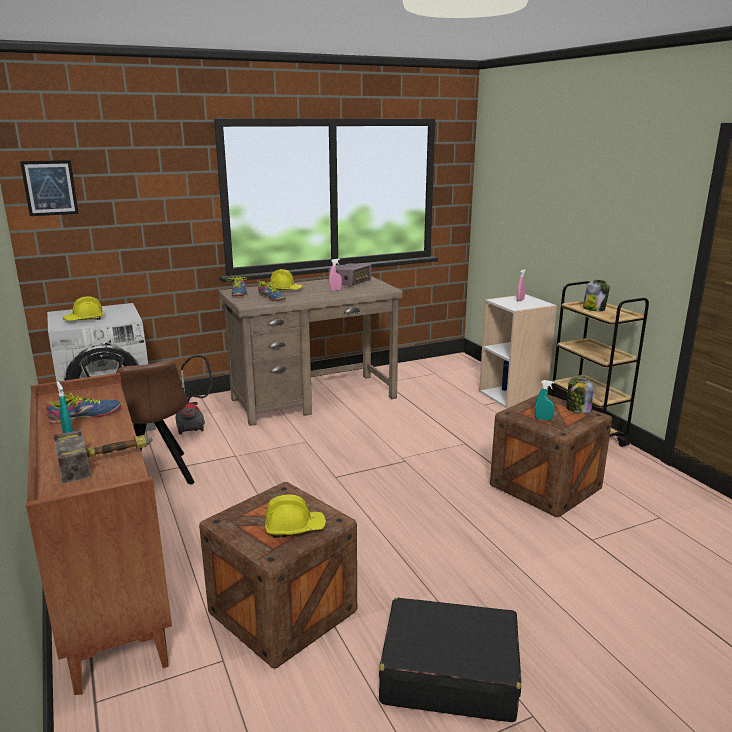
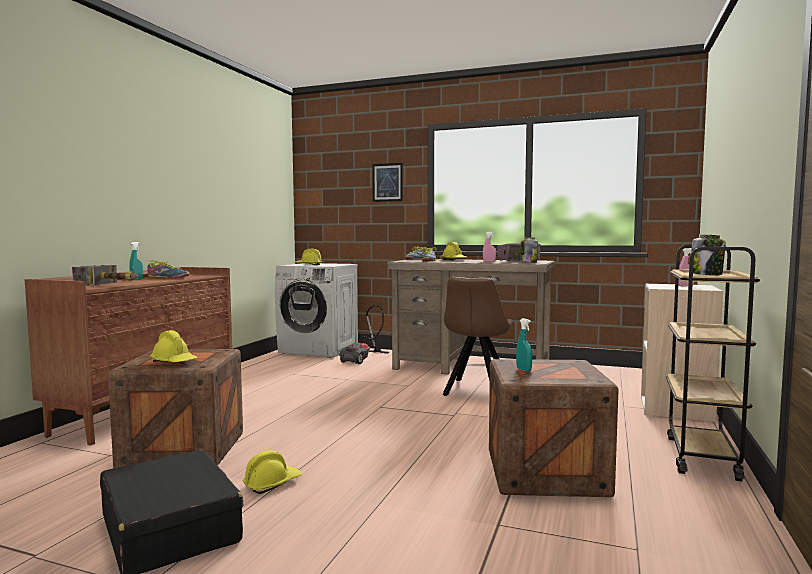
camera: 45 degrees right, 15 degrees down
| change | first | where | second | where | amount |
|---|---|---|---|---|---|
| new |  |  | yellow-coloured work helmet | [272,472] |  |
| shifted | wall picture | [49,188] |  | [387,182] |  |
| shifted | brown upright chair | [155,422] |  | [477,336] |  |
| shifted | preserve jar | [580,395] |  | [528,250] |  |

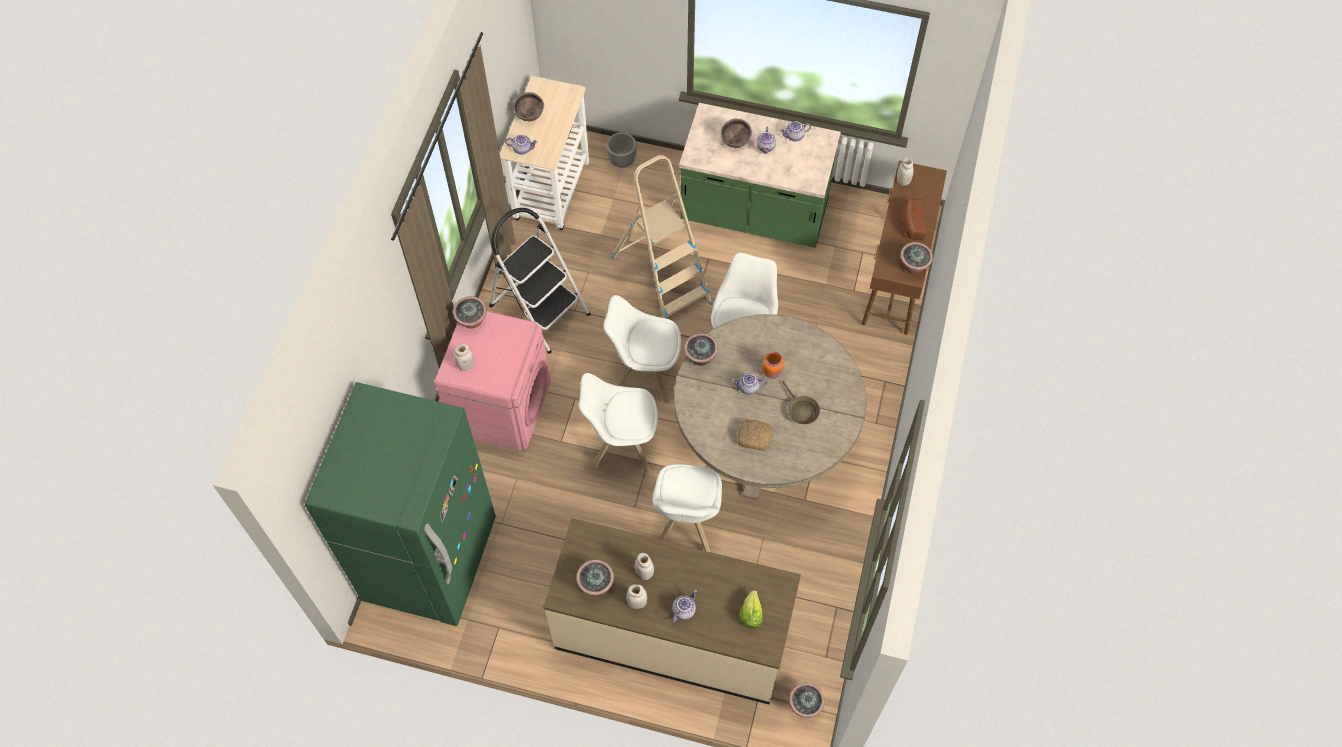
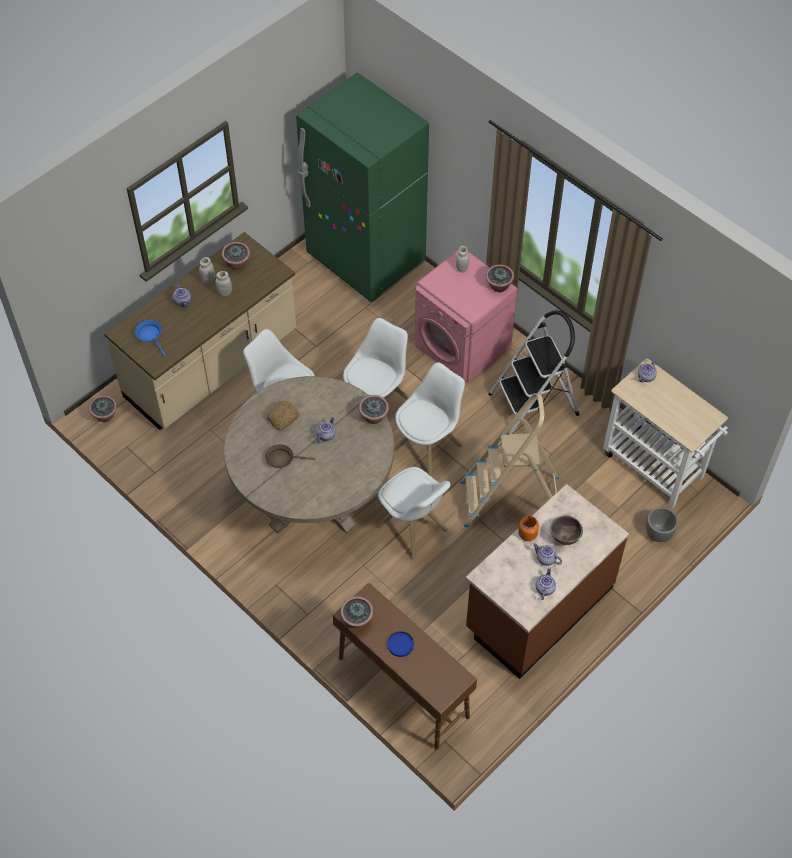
camera: 120 degrees right, 5 degrees down
| change | first | where | second | where | amount |
|---|---|---|---|---|---|
| gone | brown serving bowl | [528,107] |  |  |  |
| gone | whitish preserve jar | [905,171] |  |  |  |
| shifted | orange preserve jar | [773,365] |  | [528,528] |  |
| swapped | head of lettuce | [751,609] | bluish skillet | [150,338] |  |
| swapped | bread | [914,219] | bluish plate | [401,644] |  |
| repainted | green counter | [760,175] | brown counter | [547,581] |  |

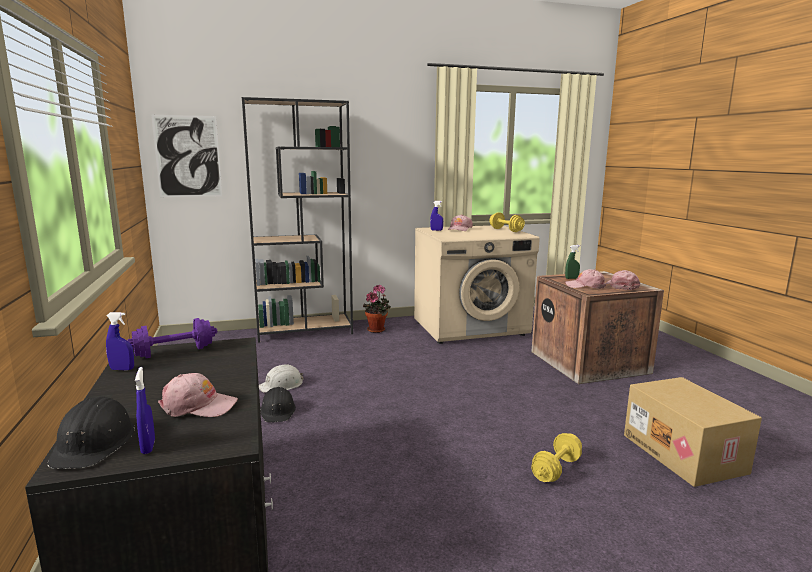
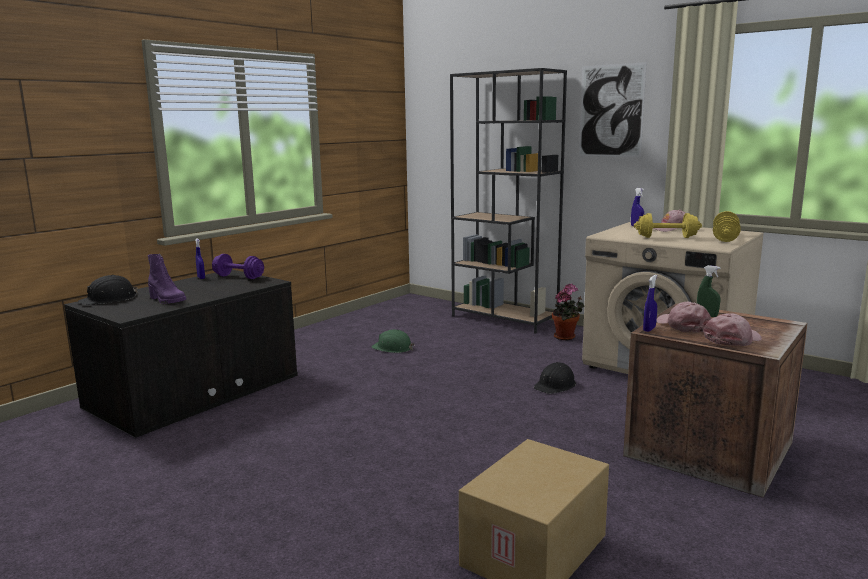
camera: 55 degrees right, 0 degrees up
| change | first | where | second | where | amount |
|---|---|---|---|---|---|
| shifted | bluish sprayer | [145,410] |  | [650,303] |  |
| shifted | wall picture | [186,156] |  | [613,109] |  |
| shifted | black-coloured work helmet | [278,404] |  | [555,378] |  |
| shifted | yellow-coloured free weight | [556,457] |  | [668,225] |  |
| swapped | pink baseball cap | [198,395] | purplish high-top boot | [167,279] |  |
| repainted | whitish work helmet | [281,378] | green work helmet | [393,341] |  |

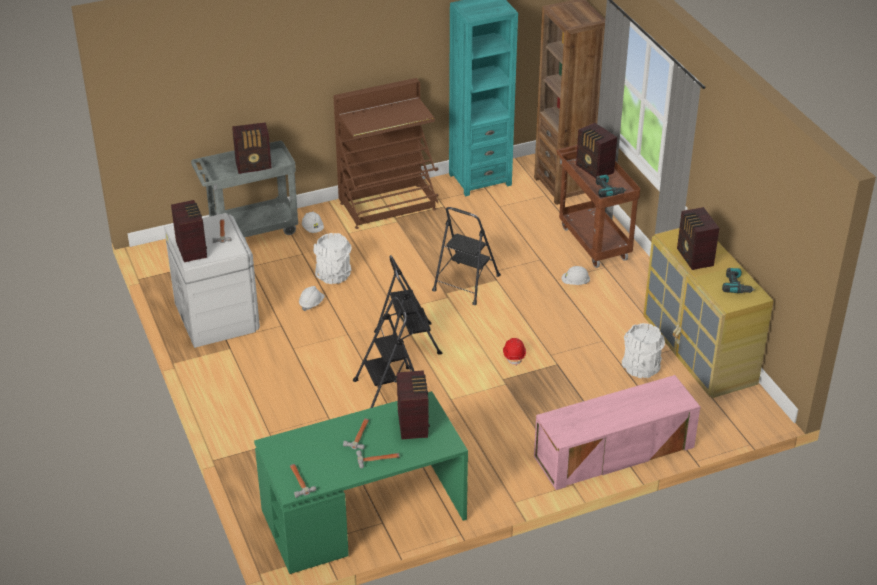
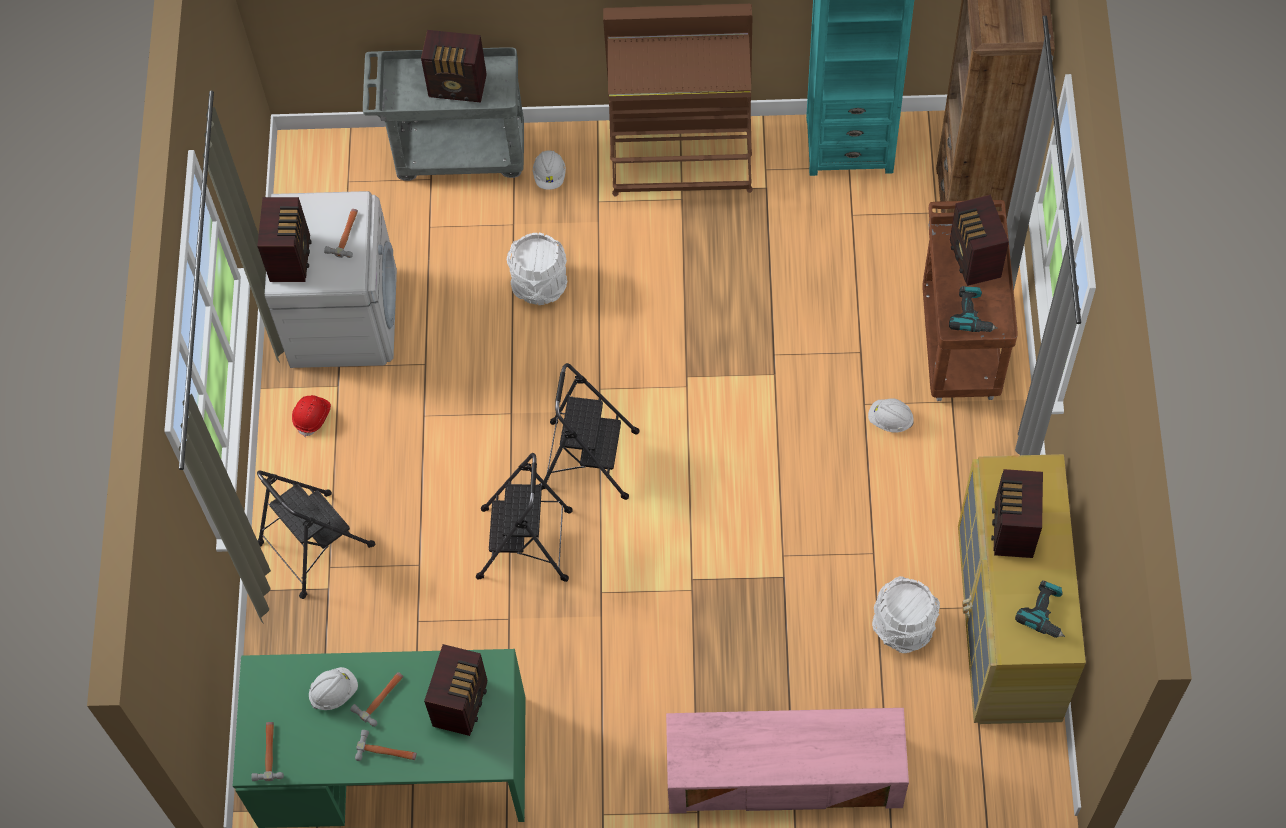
camera: 25 degrees right, 25 degrees up
| change | first | where | second | where | amount |
|---|---|---|---|---|---|
| shifted | whitish work helmet | [312,298] |  | [333,688] |  |
| shifted | black-coloured step stool | [466,256] |  | [316,534] |  |
| shifted | red work helmet | [514,352] |  | [311,416] |  |

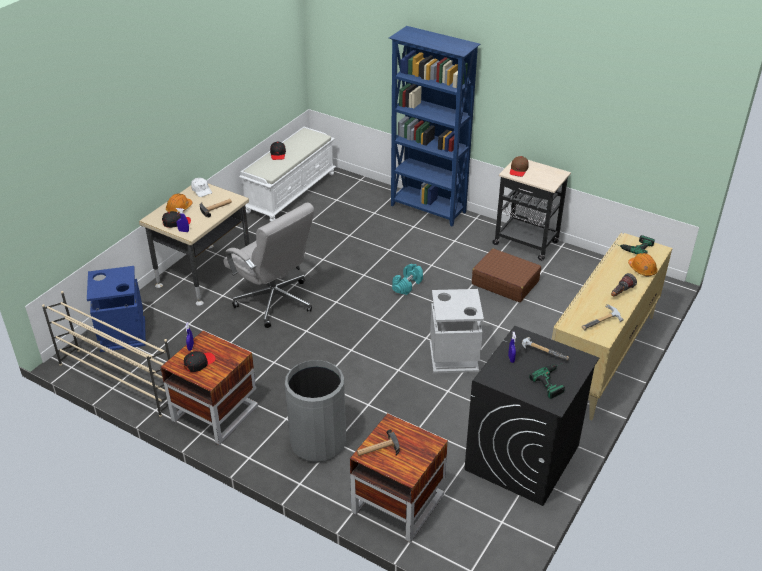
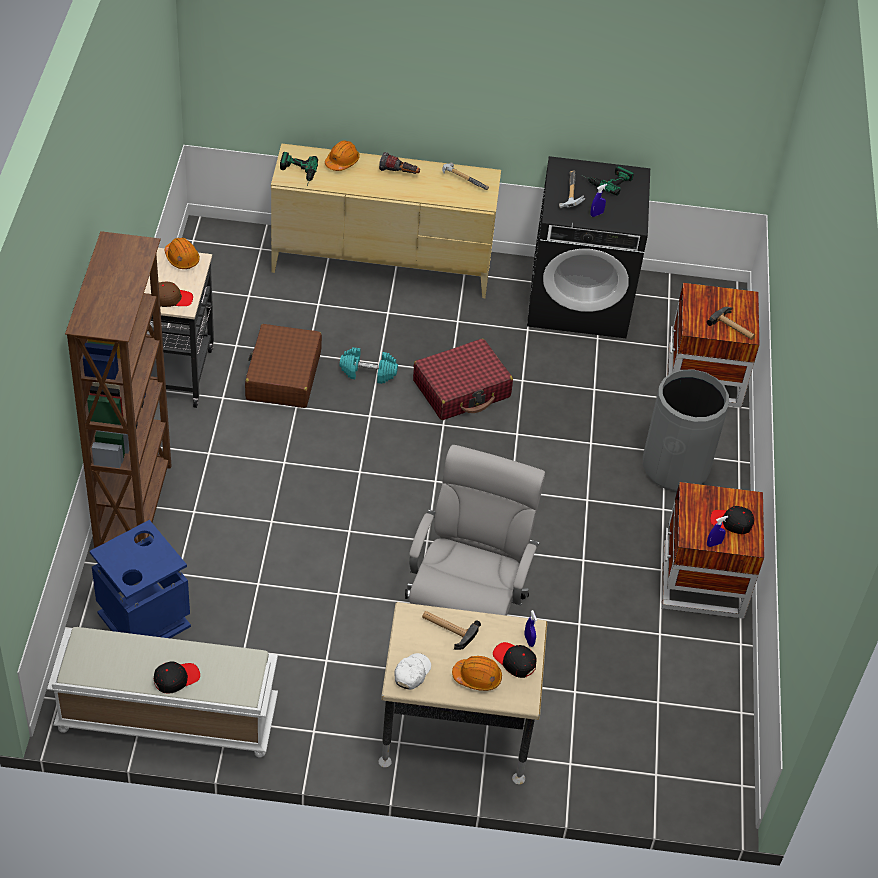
camera: 120 degrees left, 10 degrees up
| change | first | where | second | where | amount |
|---|---|---|---|---|---|
| gone | sand-coloured shoe shelf | [106,354] |  |  |  |
| new |  |  | orange work helmet | [182,253] |  |
| shifted | bluish rubbish bin | [116,309] |  | [140,579] |  |
| shifted | blue-green free weight | [407,279] |  | [369,365] |  |
| swapped | gray rubbish bin | [457,331] | red suitcase | [463,379] |  |
| repainted | bluish bookshelf | [434,126] | brown bookshelf | [118,389] |  |

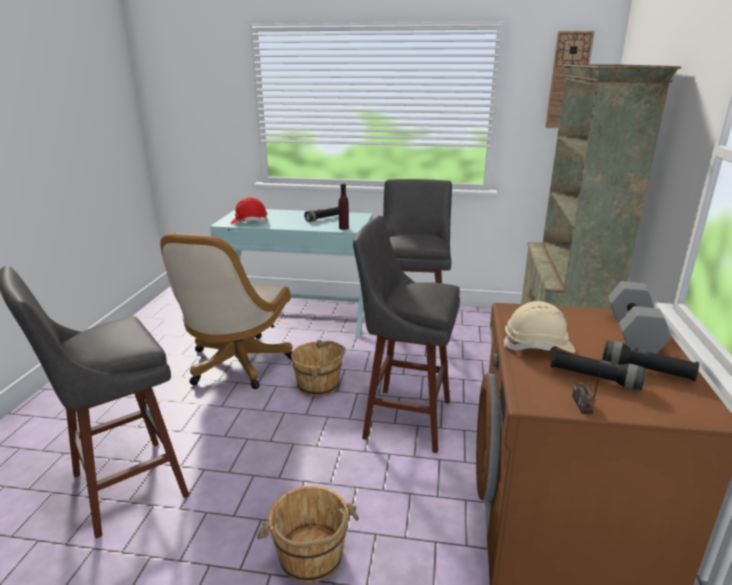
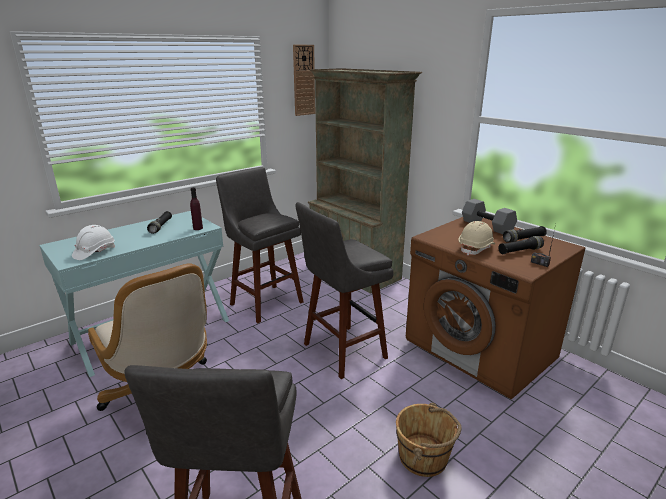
camera: 50 degrees left, 0 degrees up
| change | first | where | second | where | amount |
|---|---|---|---|---|---|
| gone | brown water bucket | [318,368] |  |  |  |
| repainted | red work helmet | [249,210] | whitish work helmet | [93,242] |  |

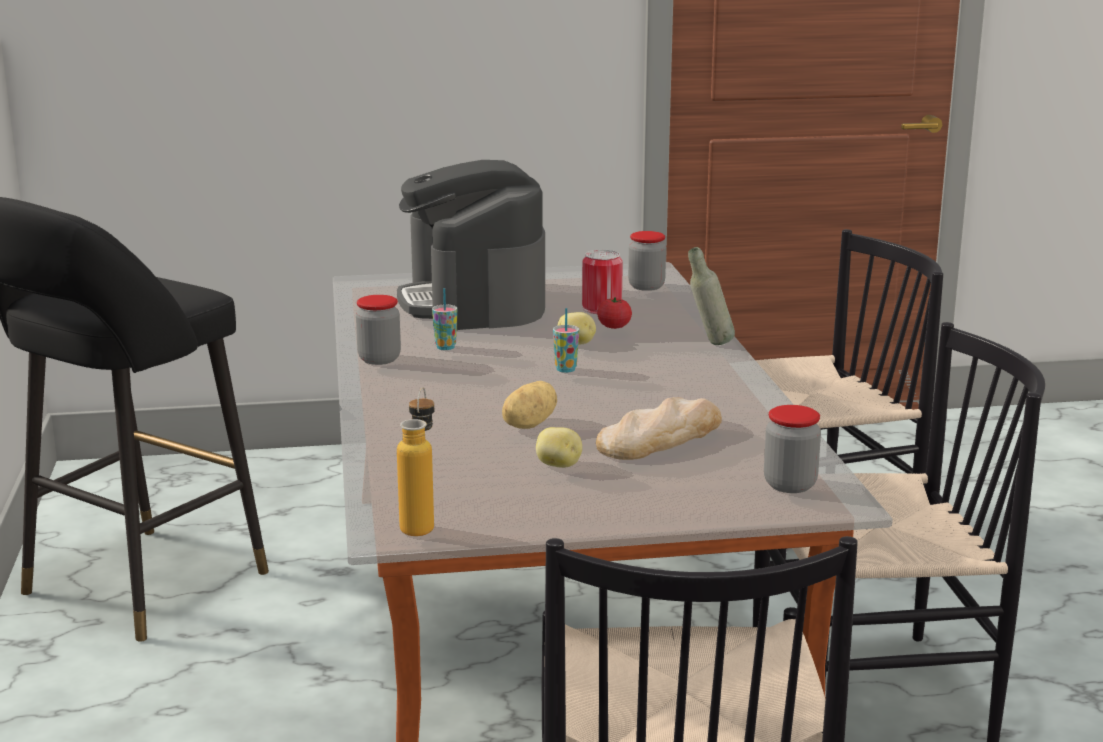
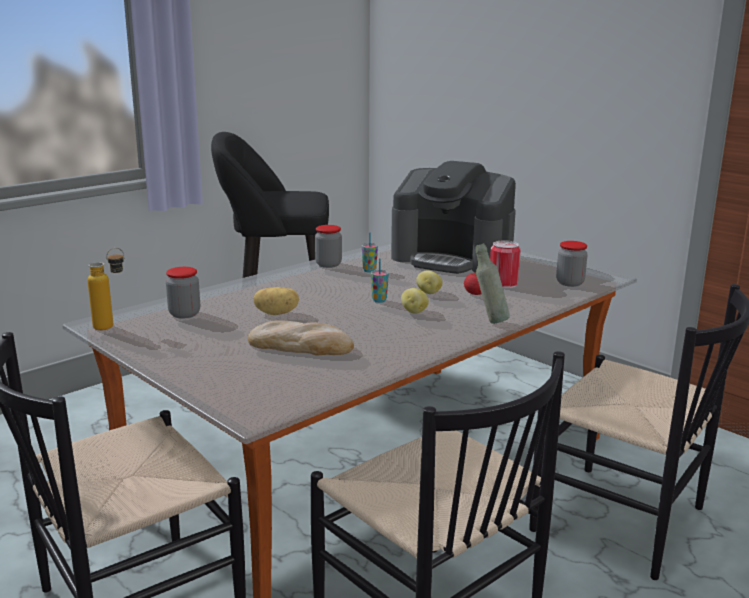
camera: 55 degrees right, 0 degrees up
| change | first | where | second | where | amount |
|---|---|---|---|---|---|
| shifted | spud | [559,447] |  | [415,301] |  |
| shifted | preserve jar | [792,449] |  | [183,292] |  |
| rotated | coffee machine | [471,245] |  | [453,217] | 105 degrees counterclockwise |

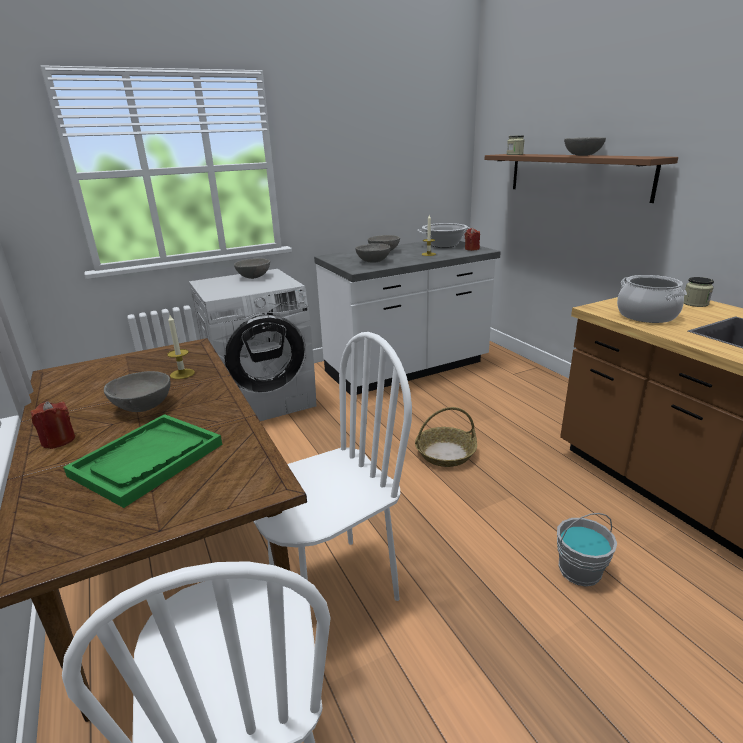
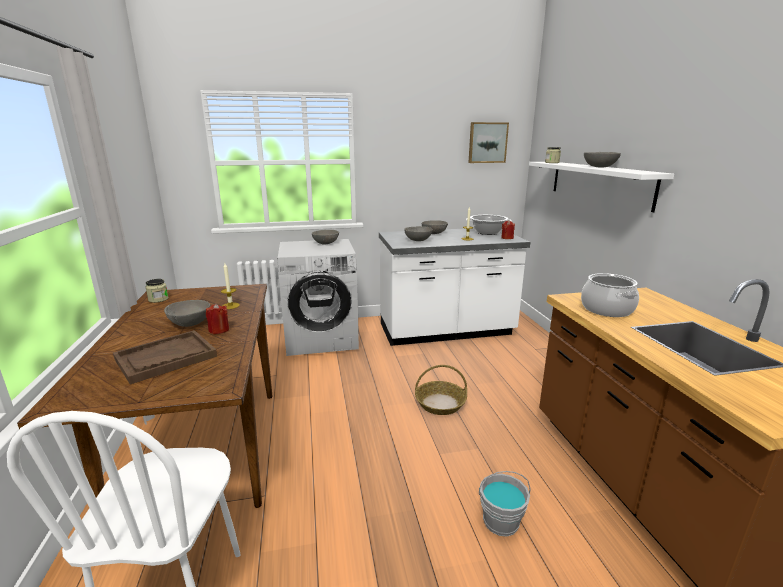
camera: 15 degrees right, 5 degrees down
| change | first | where | second | where | amount |
|---|---|---|---|---|---|
| gone | whitish upright chair | [332,471] |  |  |  |
| new |  |  | wall picture | [488,142] |  |
| shifted | red wax candle | [53,425] |  | [217,318] |  |
| shifted | preserve jar | [699,292] |  | [157,291] |  |
| repainted | green serving tray | [142,461] | brown serving tray | [165,357] |  |
| repainted | brown bracket shelf | [581,178] | whitish bracket shelf | [601,187] |  |

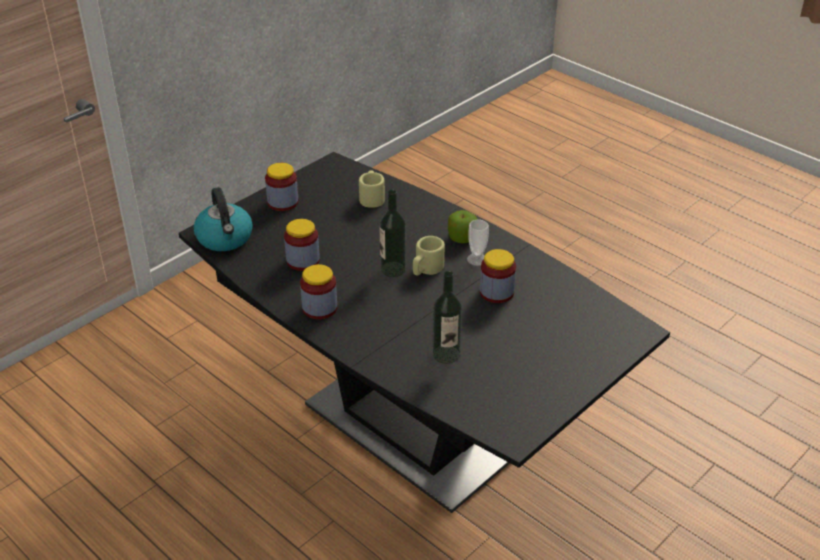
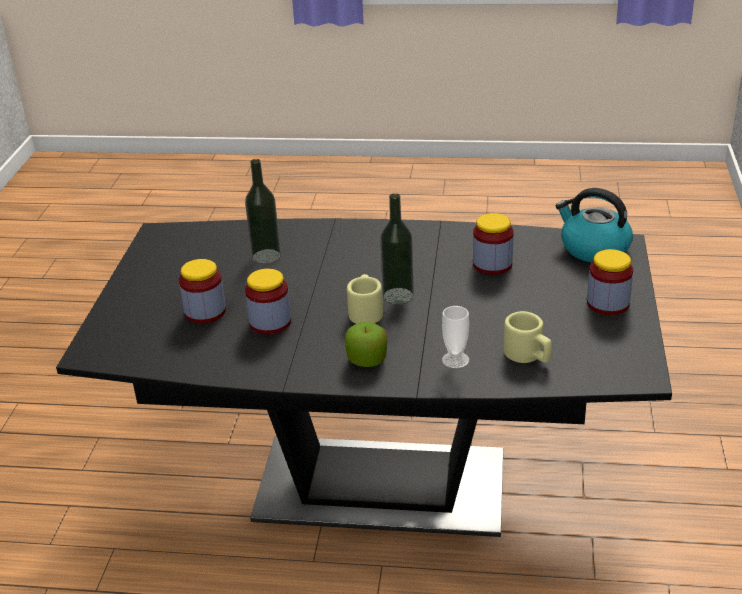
camera: 145 degrees right, 5 degrees down
| change | first | where | second | where | amount |
|---|---|---|---|---|---|
| shifted | preserve jar | [318,291] |  | [202,291] |  |
| shifted | cup | [478,243] |  | [455,337] |  |

